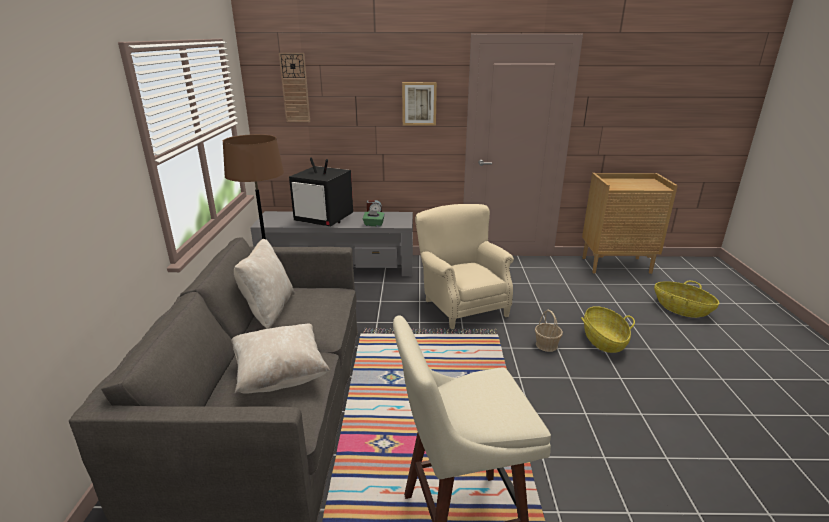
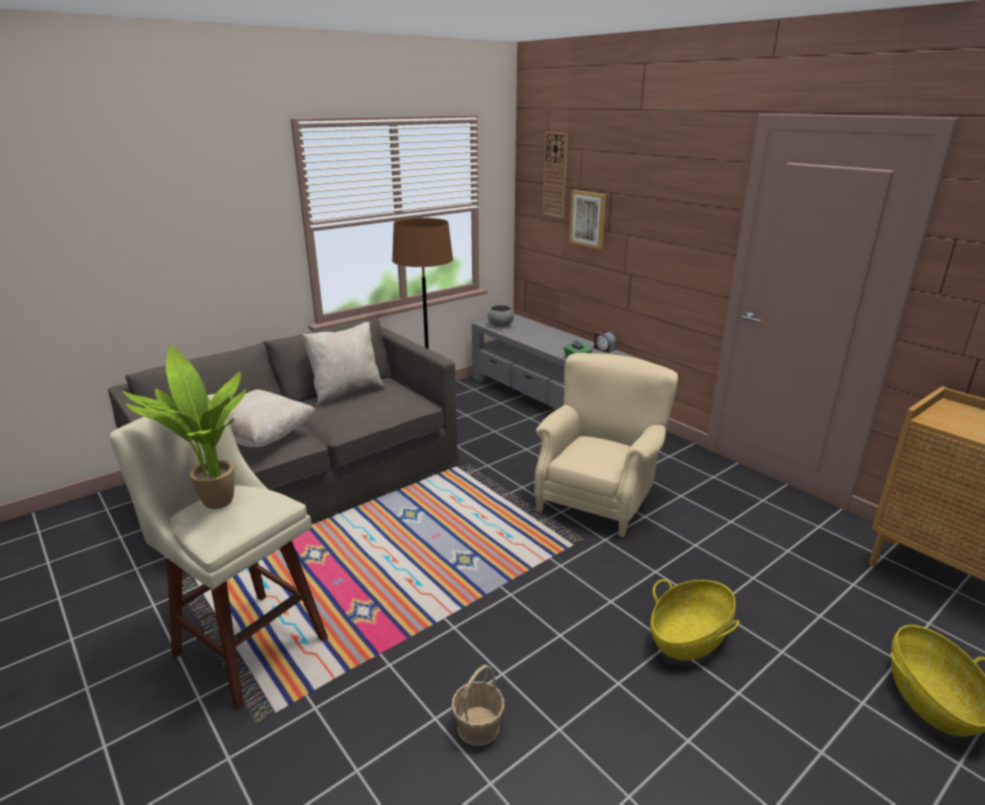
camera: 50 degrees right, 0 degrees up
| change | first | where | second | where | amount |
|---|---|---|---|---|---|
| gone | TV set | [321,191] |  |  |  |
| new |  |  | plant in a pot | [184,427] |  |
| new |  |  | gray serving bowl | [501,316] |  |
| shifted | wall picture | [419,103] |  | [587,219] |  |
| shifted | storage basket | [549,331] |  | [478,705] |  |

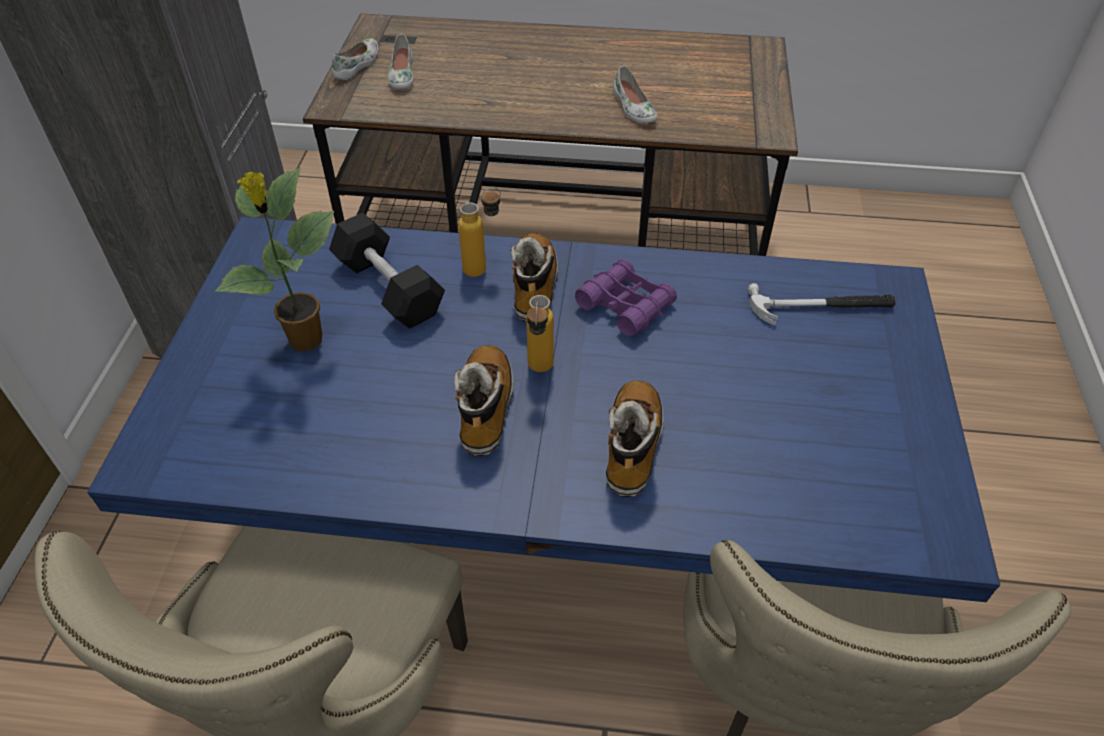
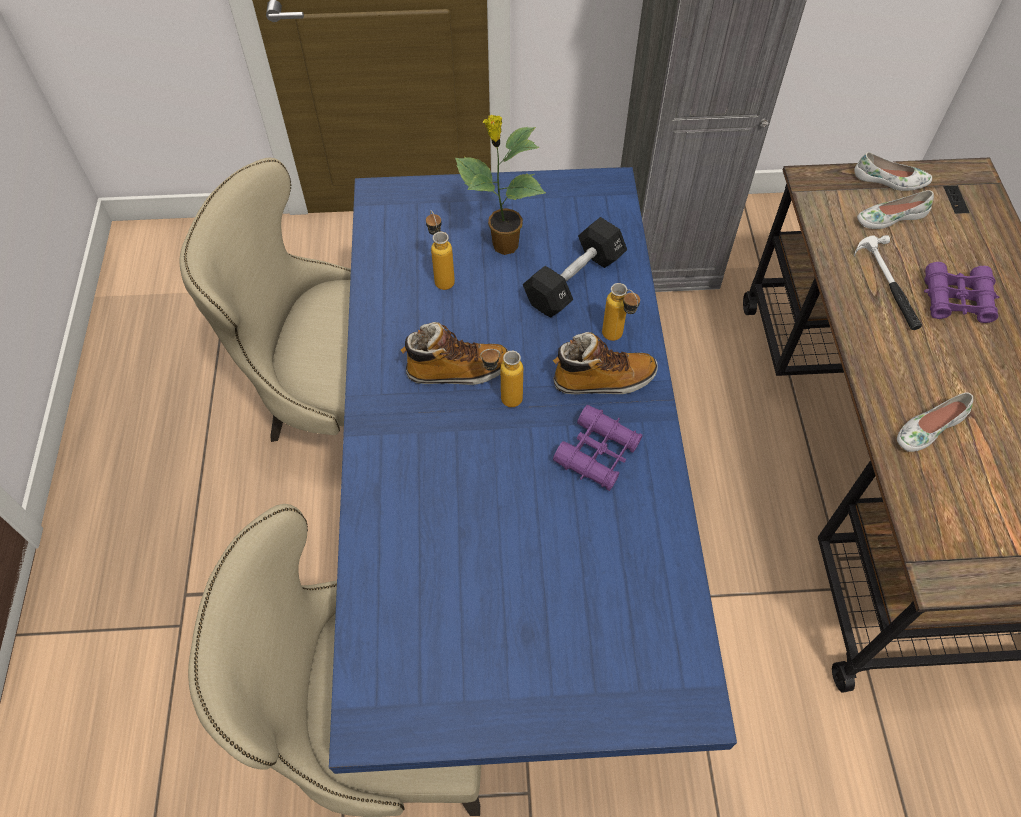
camera: 80 degrees right, 10 degrees up
| change | first | where | second | where | amount |
|---|---|---|---|---|---|
| gone | high-top boot | [635,438] |  |  |  |
| new |  |  | bottle | [440,250] |  |
| new |  |  | purplish field glasses | [961,292] |  |
| shifted | tool hammer | [822,304] |  | [888,282] |  |

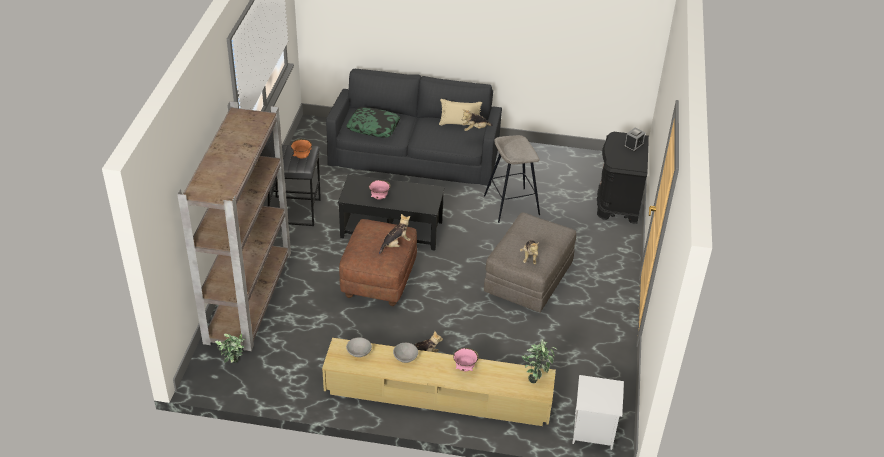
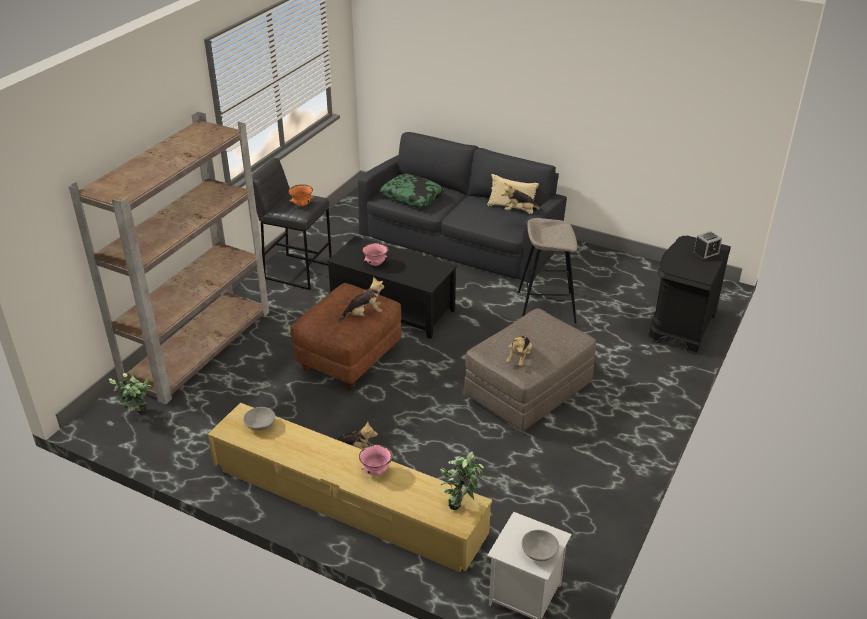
camera: 20 degrees right, 5 degrees down
| change | first | where | second | where | amount |
|---|---|---|---|---|---|
| shifted | gray serving bowl | [405,353] |  | [540,545] |  |

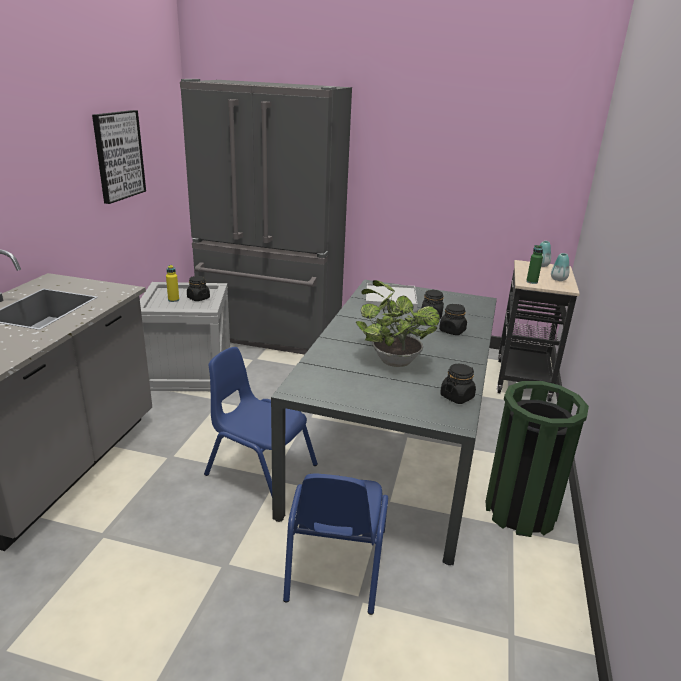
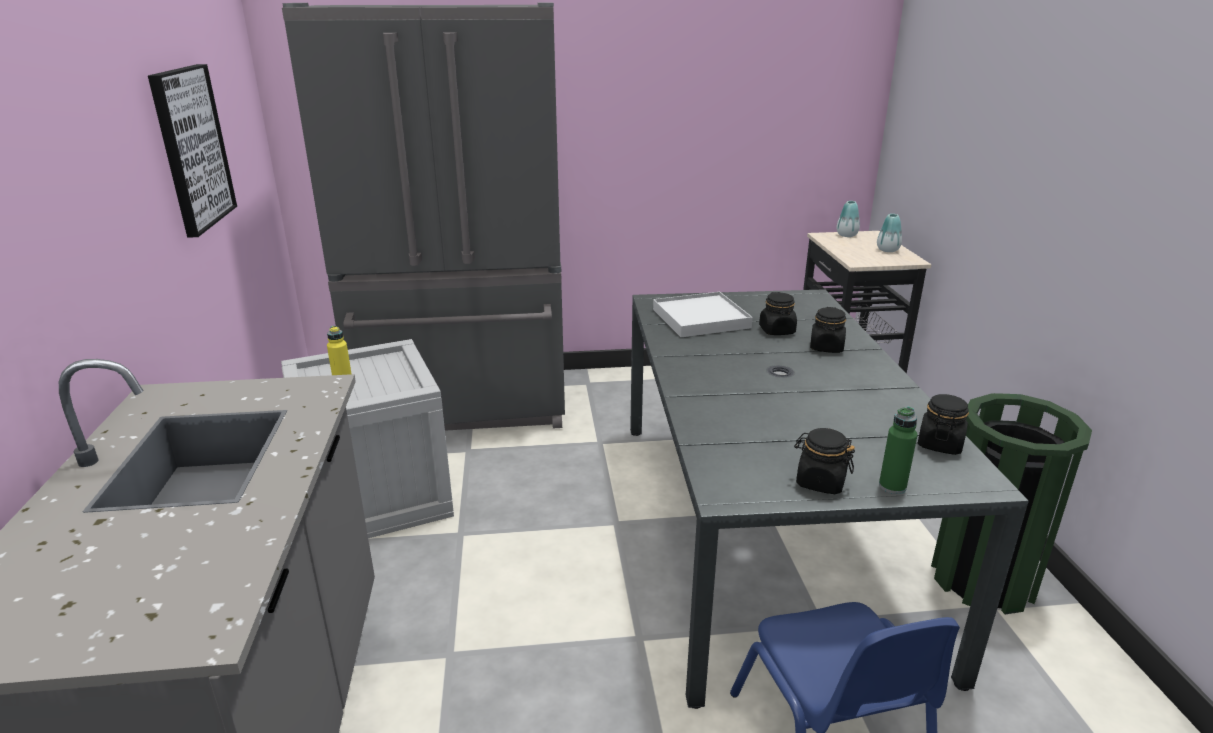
camera: 20 degrees left, 0 degrees up
| change | first | where | second | where | amount |
|---|---|---|---|---|---|
| gone | bluish upright chair | [261,421] |  |  |  |
| gone | plant in a pot | [398,323] |  |  |  |
| shifted | black-coloured preserve jar | [198,288] |  | [824,461] |  |
| shifted | green bottle | [534,264] |  | [898,450] |  |

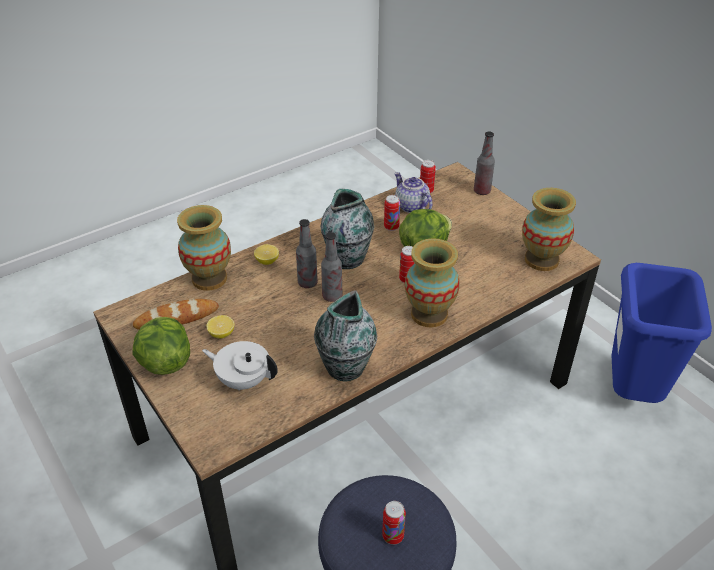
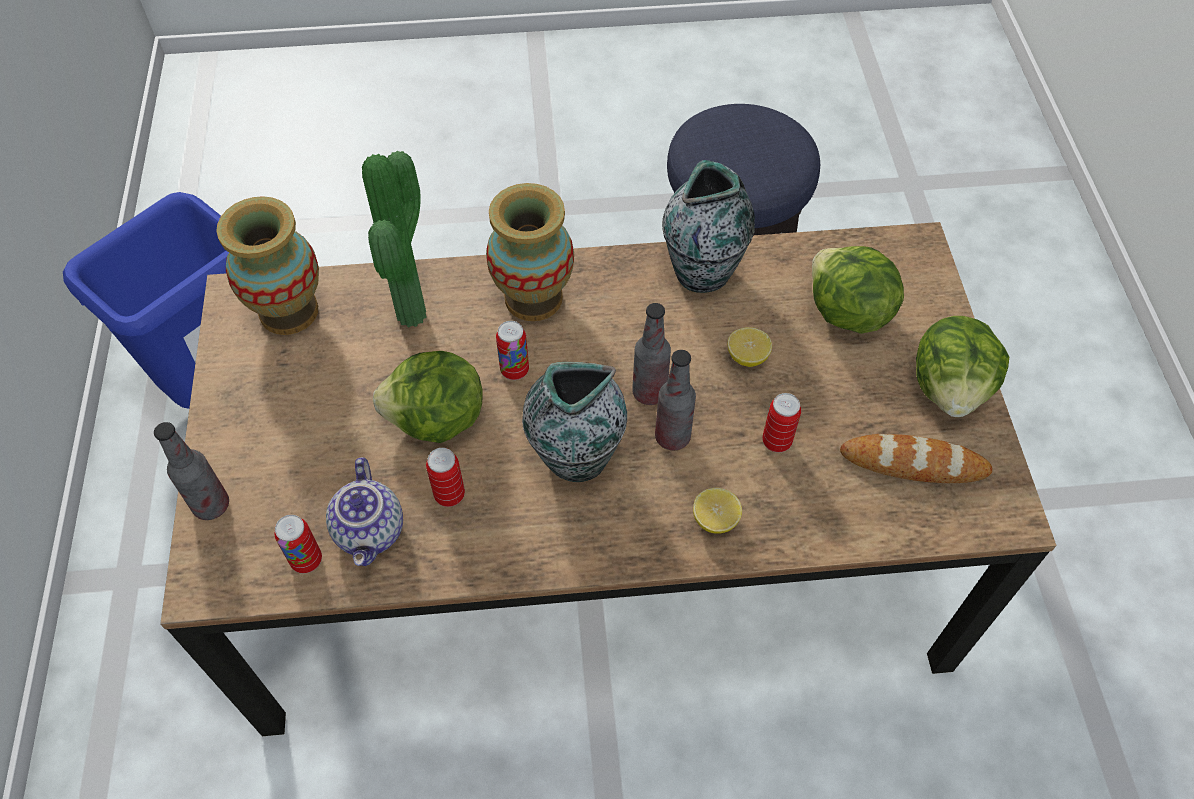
camera: 150 degrees left, 15 degrees up
| change | first | where | second | where | amount |
|---|---|---|---|---|---|
| gone | decorative vase | [204,248] |  |  |  |
| new |  |  | plant in a pot | [394,239] |  |
| shifted | citrus fruit | [220,327] |  | [749,347] |  |
| shifted | metal can | [394,523] |  | [781,423] |  |
| swapped | whitish teapot | [240,365] | head of lettuce | [858,290] |  |

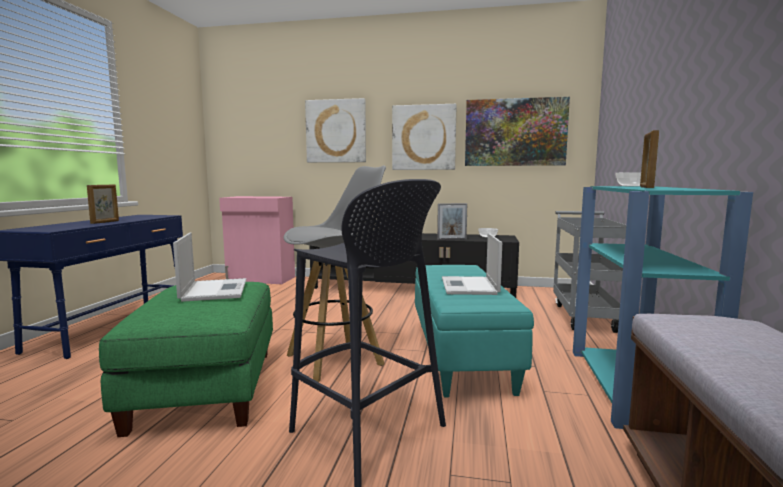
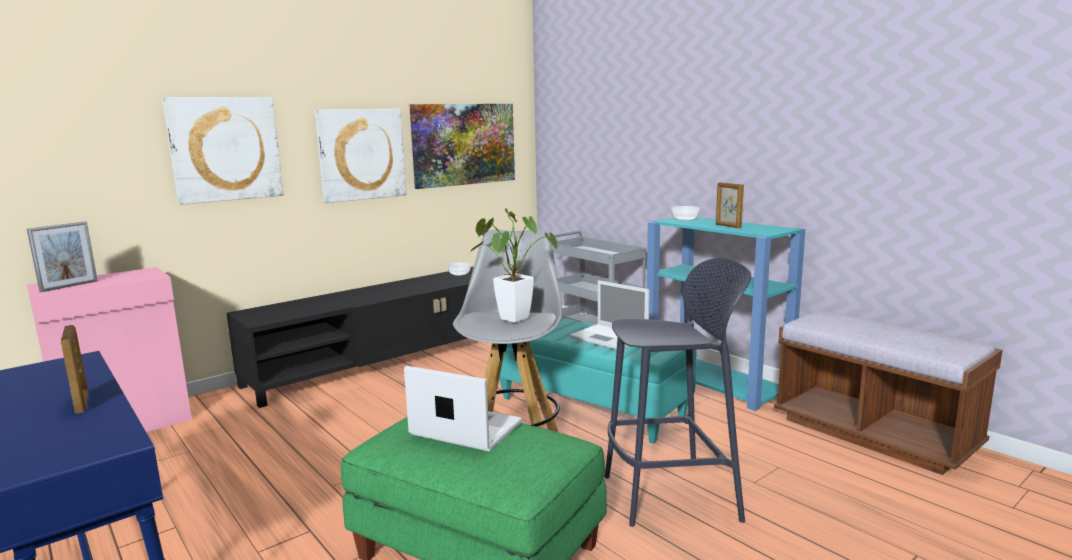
camera: 50 degrees left, 5 degrees up
| change | first | where | second | where | amount |
|---|---|---|---|---|---|
| new |  |  | plant in a pot | [514,265] |  |
| shifted | standing frame | [452,221] |  | [62,256] |  |

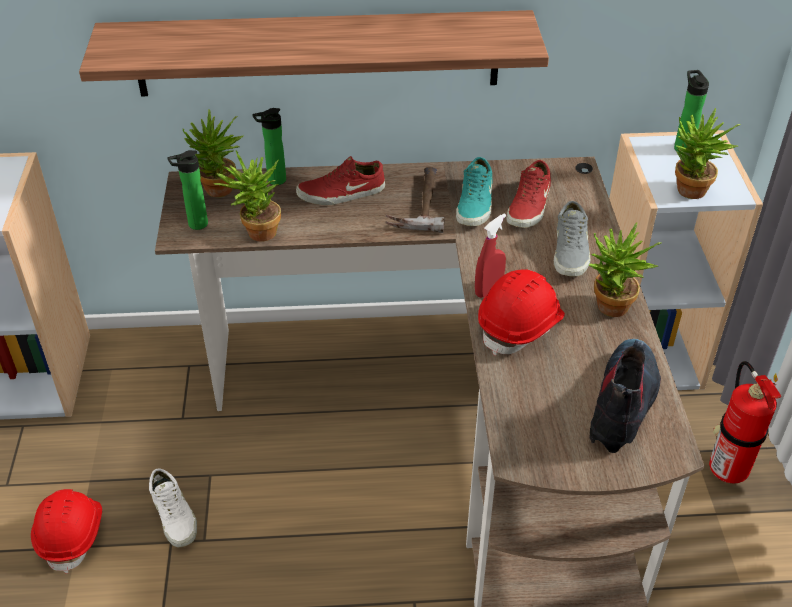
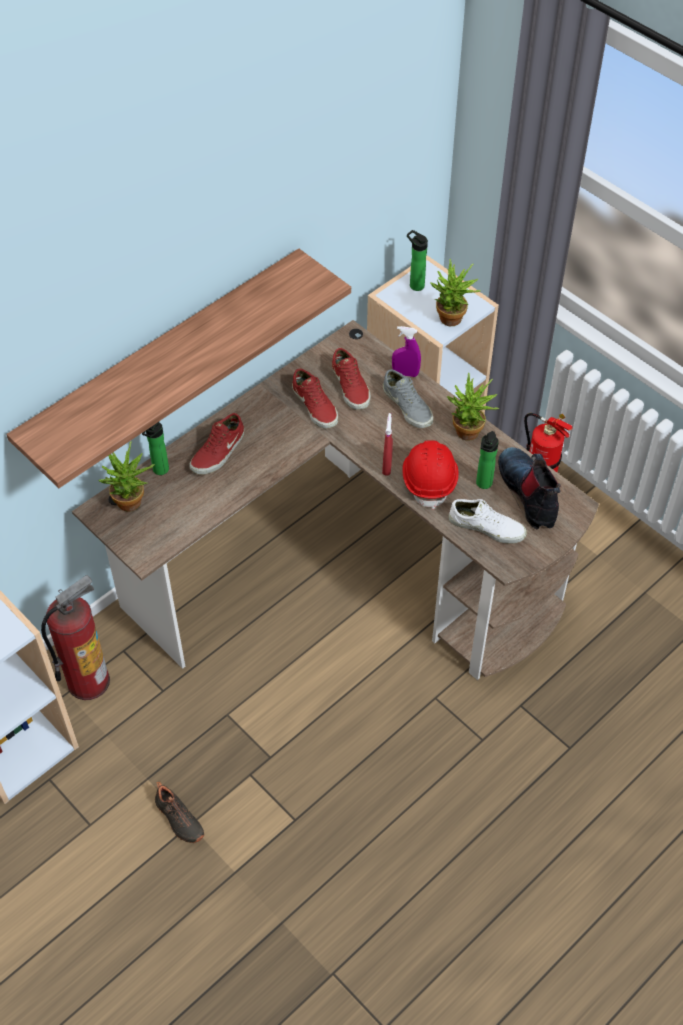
camera: 40 degrees left, 10 degrees up
| change | first | where | second | where | amount |
|---|---|---|---|---|---|
| gone | plant in a pot | [247,196] |  |  |  |
| gone | tool hammer | [415,200] |  |  |  |
| new |  |  | fire-fighting cylinder | [75,637] |  |
| new |  |  | purplish sprayer | [406,351] |  |
| shifted | whitish low shoe | [173,508] |  | [488,521] |  |
| shifted | bottle | [187,190] |  | [487,460] |  |
| swapped | red work helmet | [66,531] | black-coloured low shoe | [179,812] |  |
| repainted | blue-green low shoe | [474,191] | red low shoe | [315,399] |  |

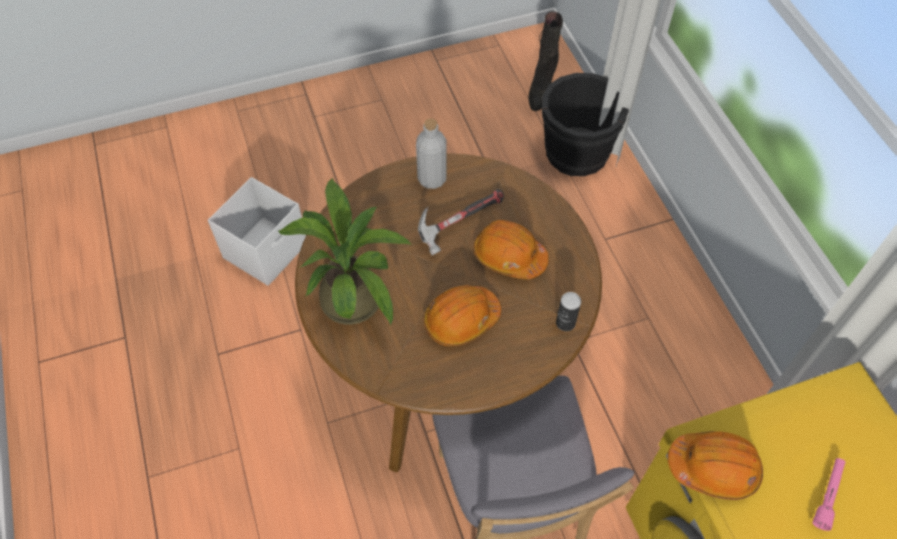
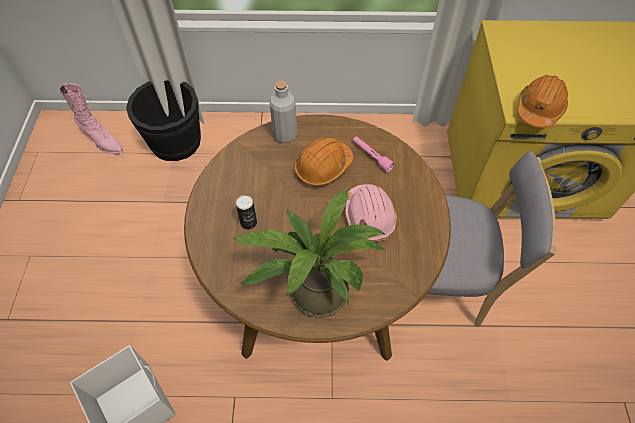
camera: 70 degrees left, 0 degrees up
| change | first | where | second | where | amount |
|---|---|---|---|---|---|
| gone | tool hammer | [461,222] |  |  |  |
| shifted | gray bottle | [431,153] |  | [283,111] |  |
| shifted | metal can | [568,311] |  | [246,212] |  |
| shifted | pink torch | [828,494] |  | [374,154] |  |
| repainted | orange work helmet | [462,315] | pink work helmet | [371,213] |  |
| repainted | black-coloured high-top boot | [545,61] | pink high-top boot | [91,118] |  |

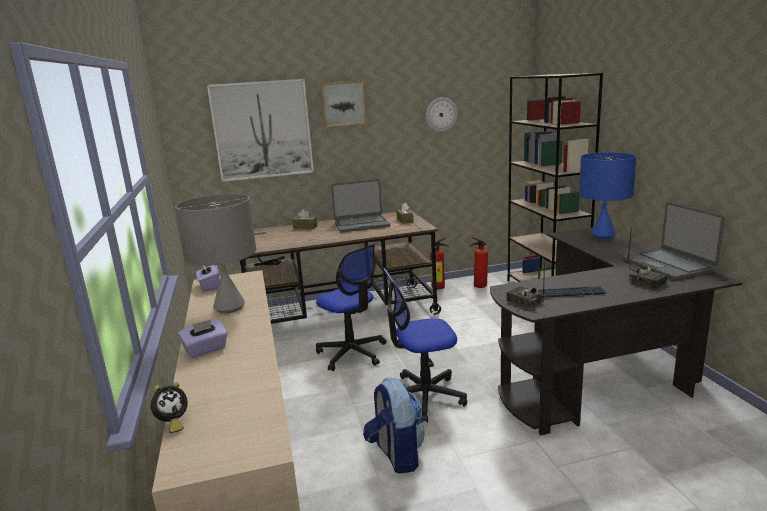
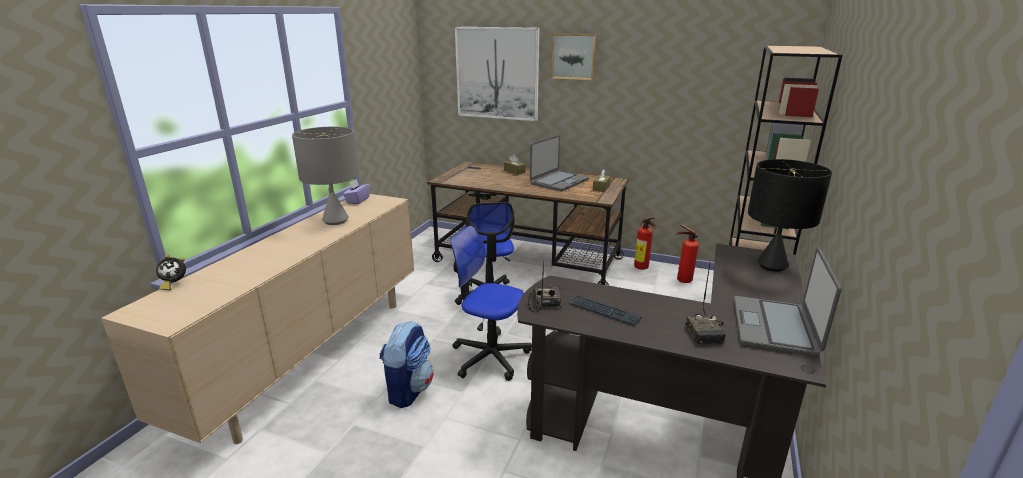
camera: 35 degrees right, 5 degrees up
| change | first | where | second | where | amount |
|---|---|---|---|---|---|
| gone | purplish box of tissues | [203,338] |  |  |  |
| gone | hanging clock | [442,114] |  |  |  |
| repainted | bluish tabletop lamp | [608,195] | black-coloured tabletop lamp | [790,215] |  |
| rotated | notebook computer | [360,205] |  | [559,163] | 75 degrees counterclockwise |

